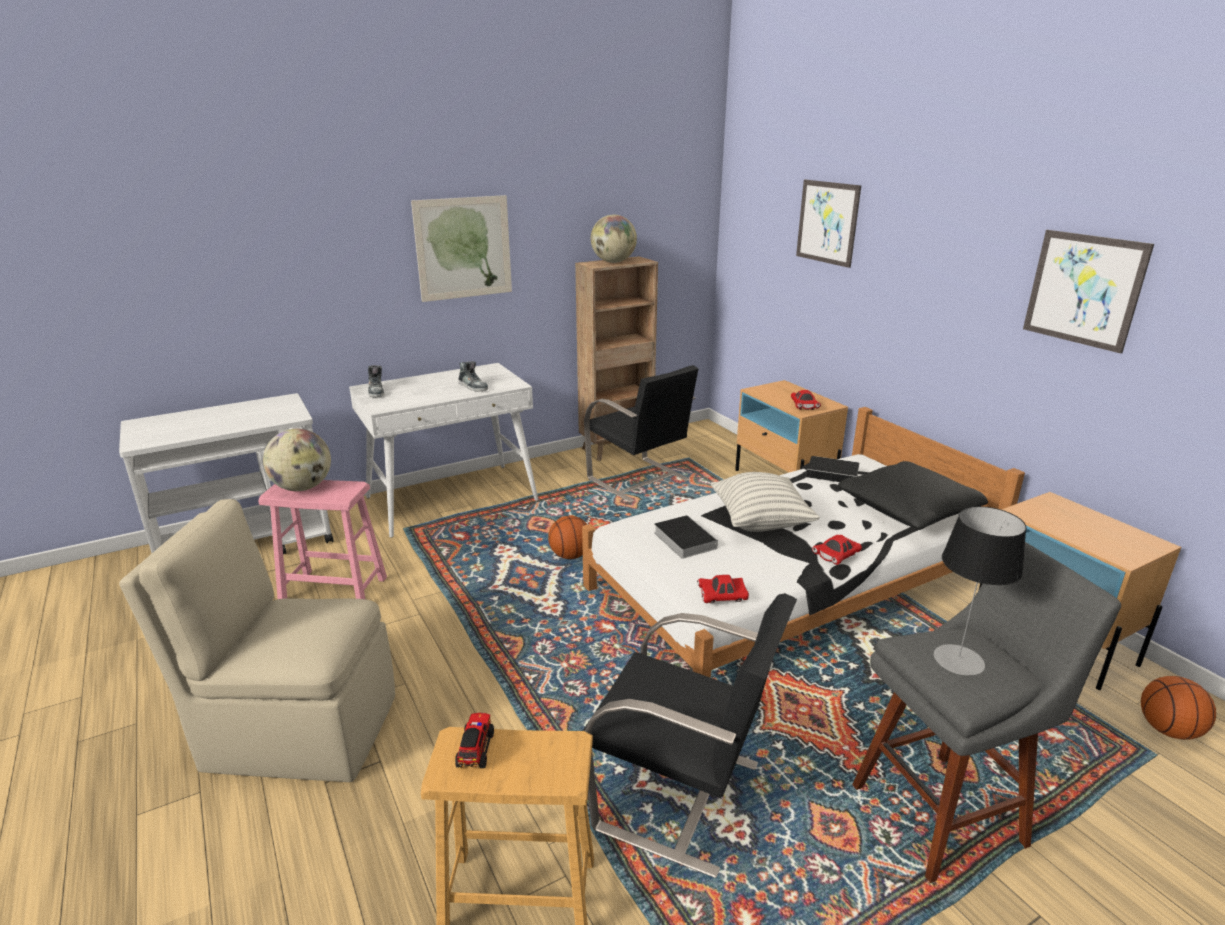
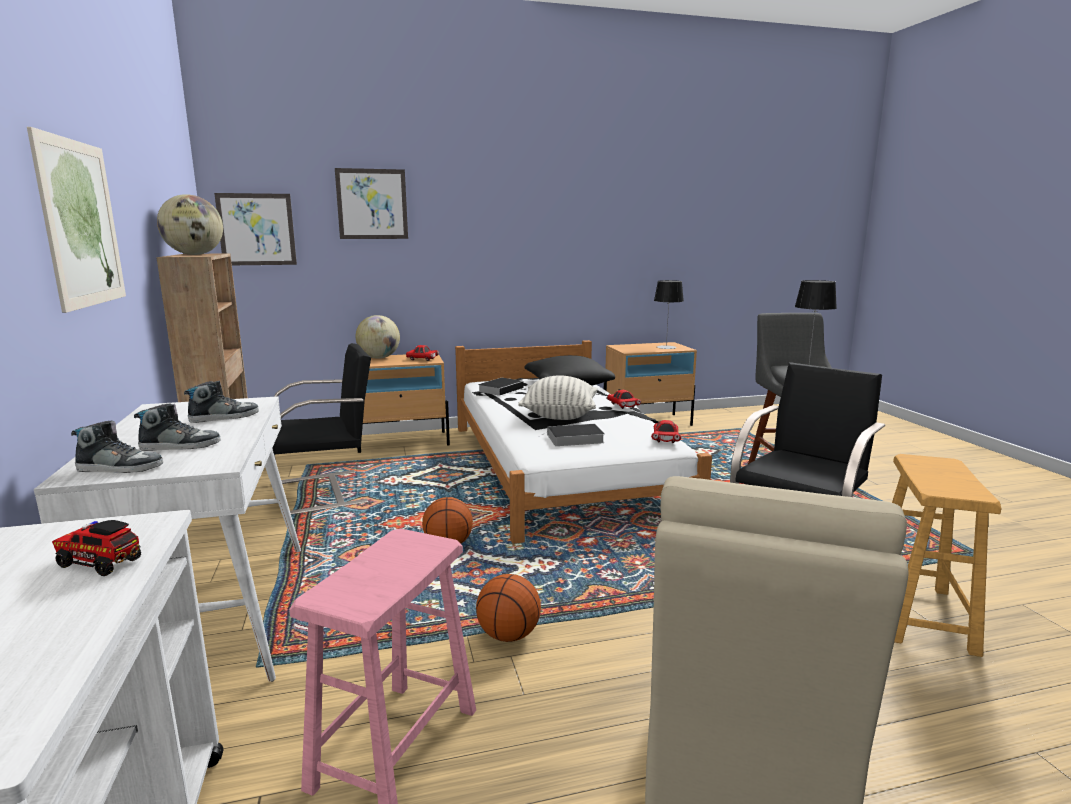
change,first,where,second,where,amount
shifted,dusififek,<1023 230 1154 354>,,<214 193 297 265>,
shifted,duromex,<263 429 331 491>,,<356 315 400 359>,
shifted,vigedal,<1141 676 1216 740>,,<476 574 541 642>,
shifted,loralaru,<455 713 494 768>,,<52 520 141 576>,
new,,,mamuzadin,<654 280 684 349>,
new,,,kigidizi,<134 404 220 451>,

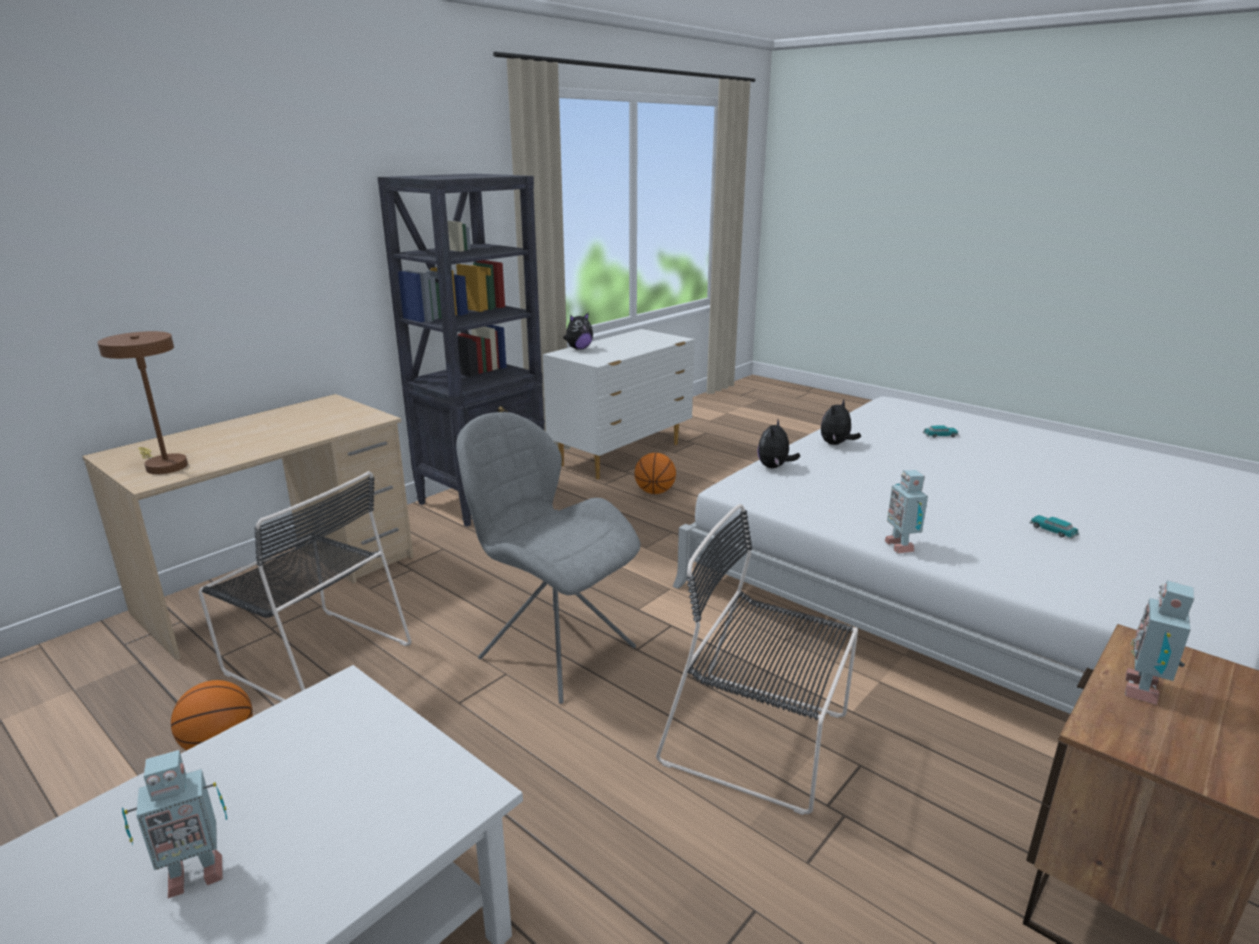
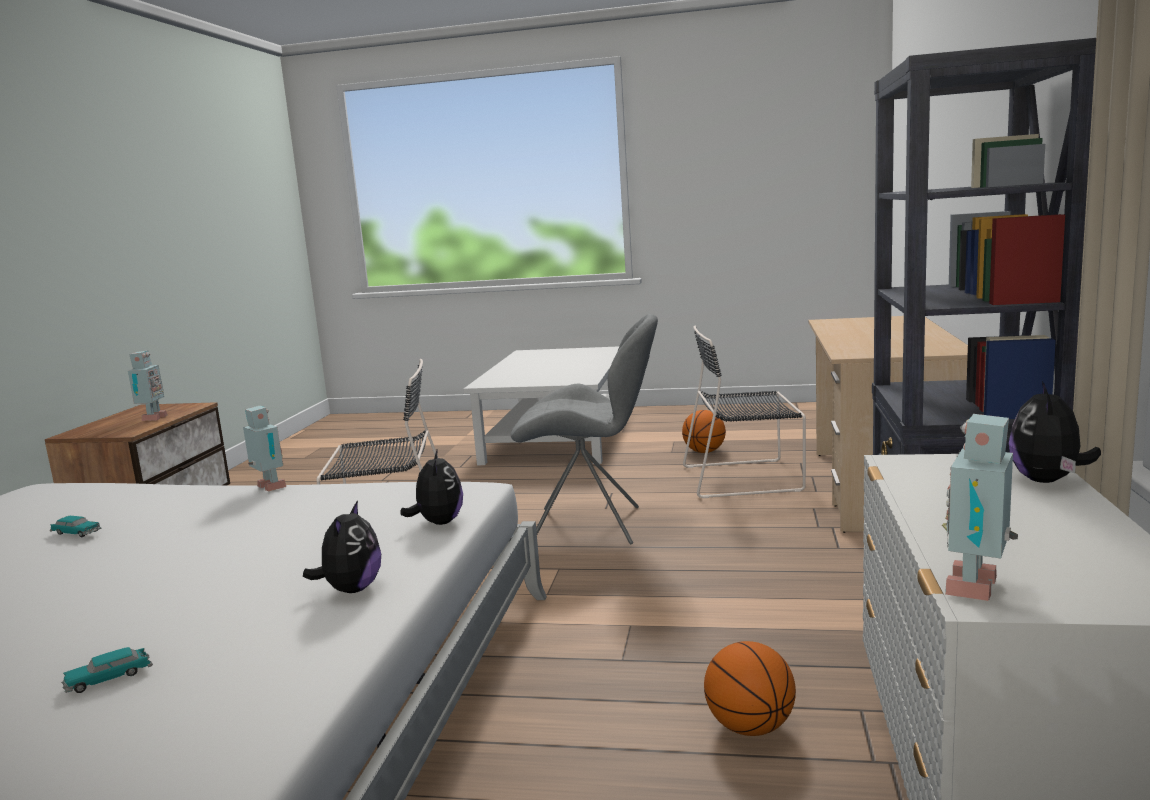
change,first,where,second,where,amount
gone,brown mamuzadin,<97 331 188 474>,,,
shifted,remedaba,<122 750 227 898>,,<942 414 1018 601>,

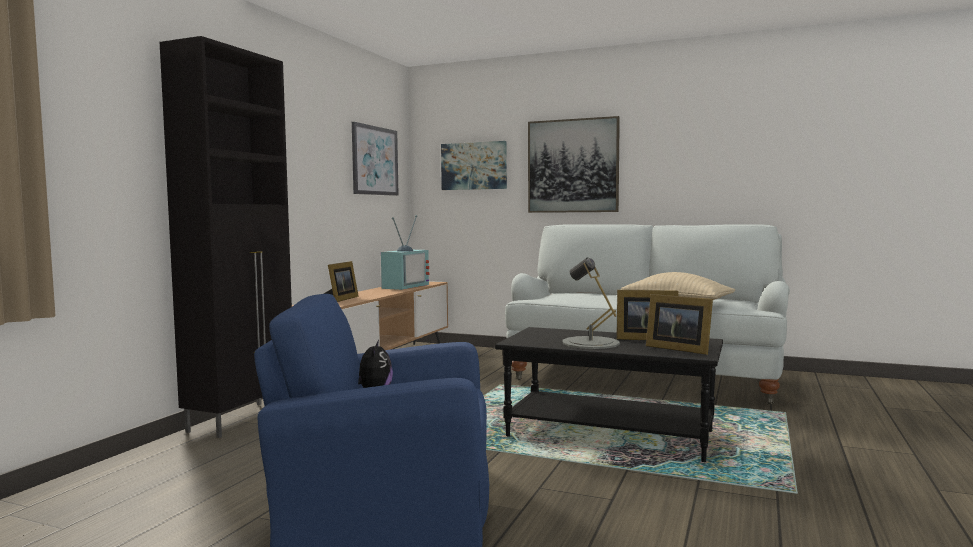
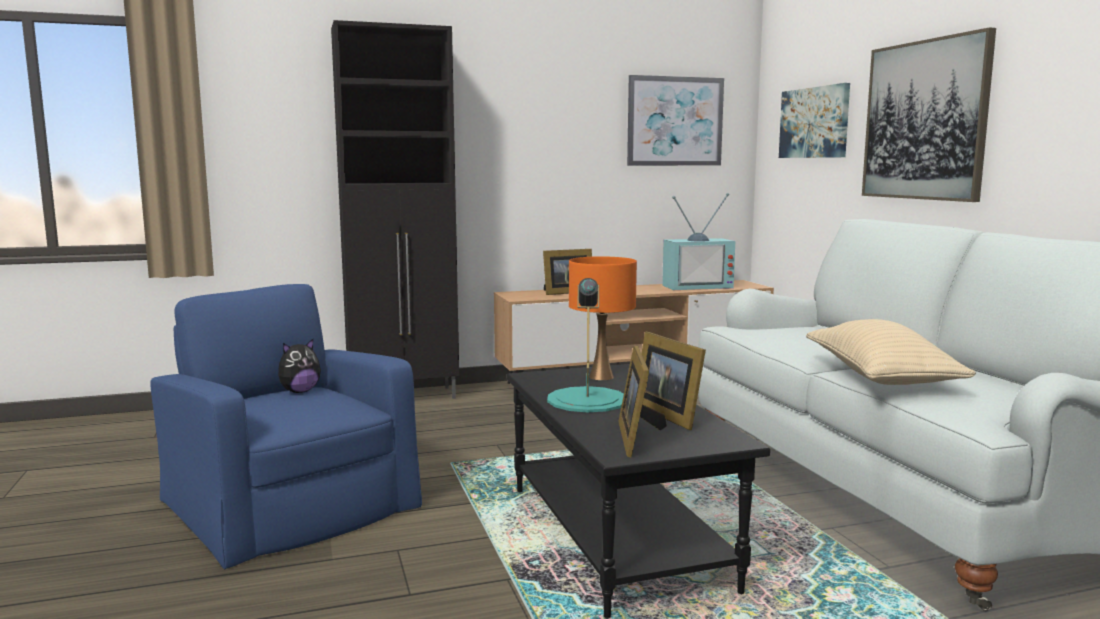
change,first,where,second,where,amount
repainted,grey mamuzadin,<562 258 620 349>,turquoise mamuzadin,<547 278 624 412>,
new,,,orange mamuzadin,<569 256 637 380>,

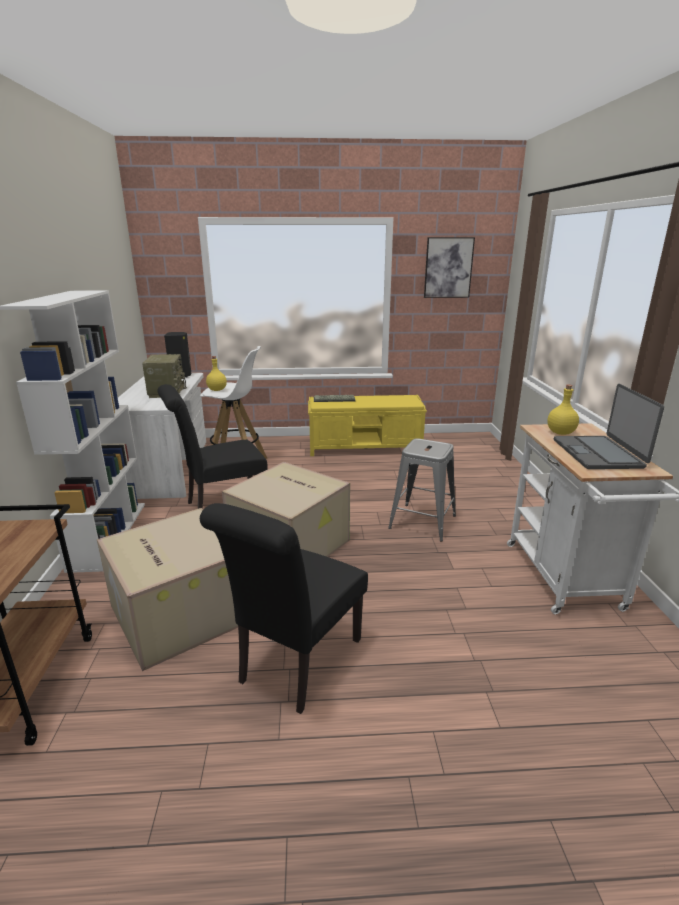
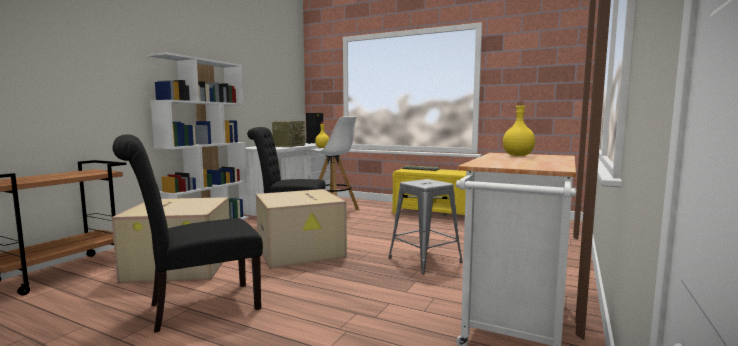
change,first,where,second,where,amount
gone,dusififek,<424 237 475 298>,,,
gone,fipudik,<554 384 664 469>,,,

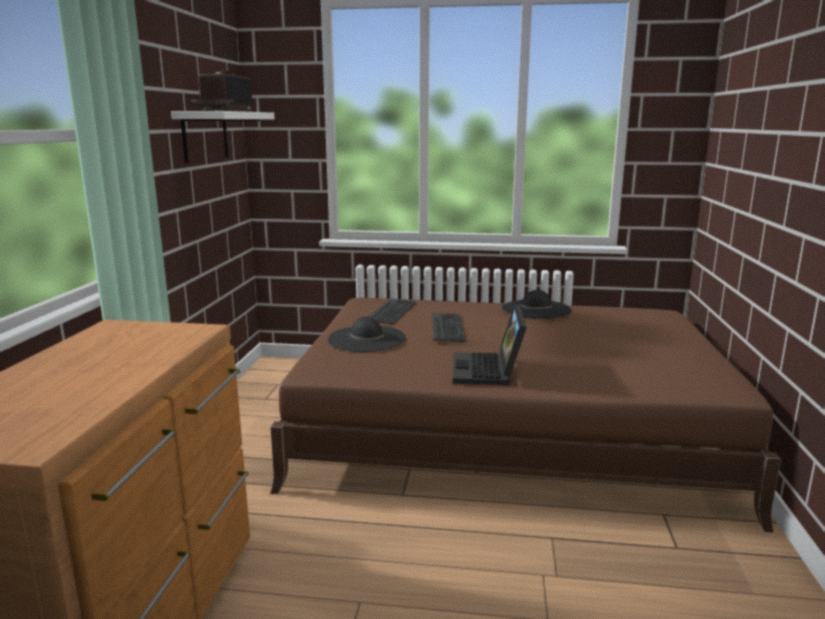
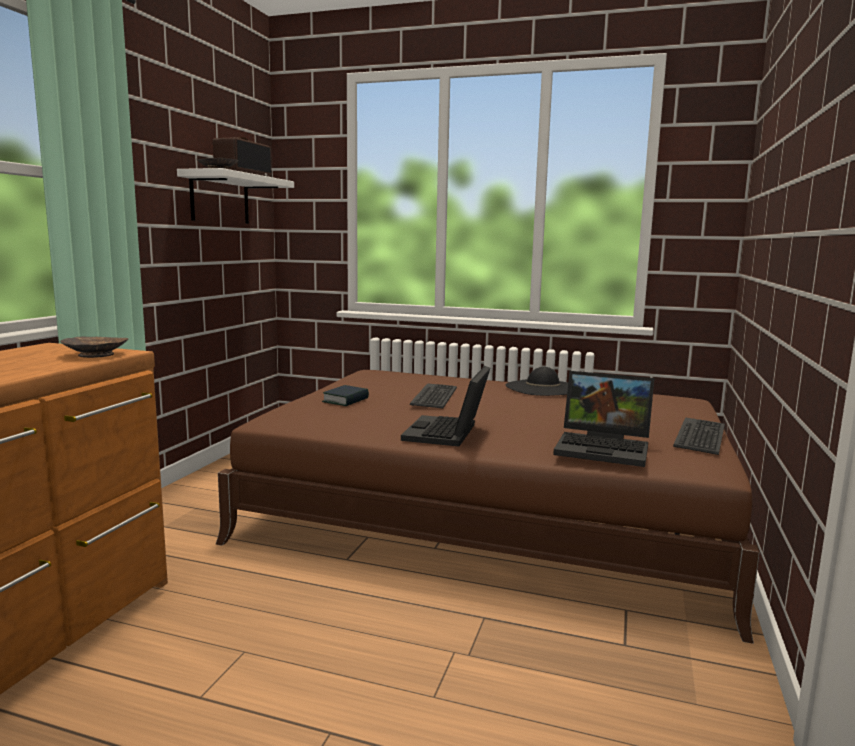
change,first,where,second,where,amount
shifted,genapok,<369 298 416 324>,,<673 417 725 455>,
swapped,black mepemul,<328 316 406 352>,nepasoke,<322 385 369 406>,
new,,,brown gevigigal,<60 337 129 358>,
new,,,fipudik,<553 371 654 467>,

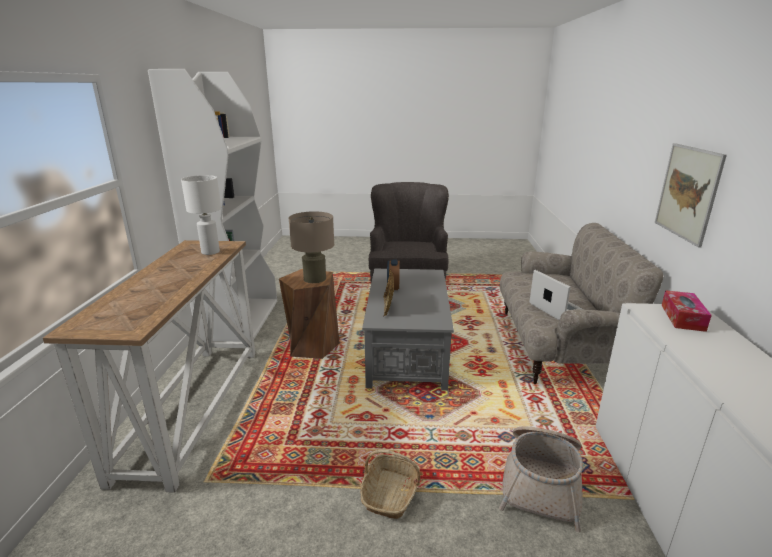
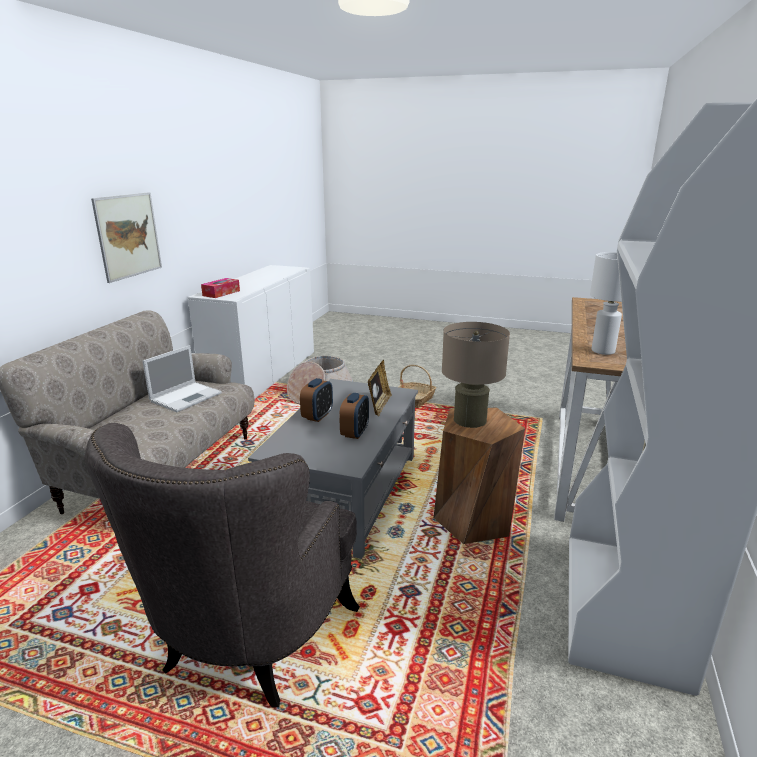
change,first,where,second,where,amount
rotated,fipudik,<530 270 584 320>,,<142 345 222 412>,135 degrees counterclockwise
new,,,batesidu,<300 378 333 422>,

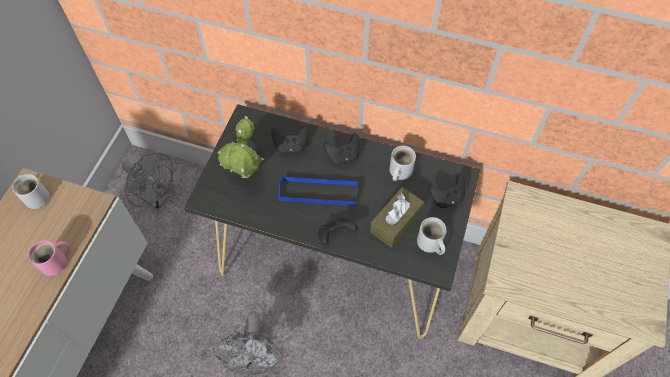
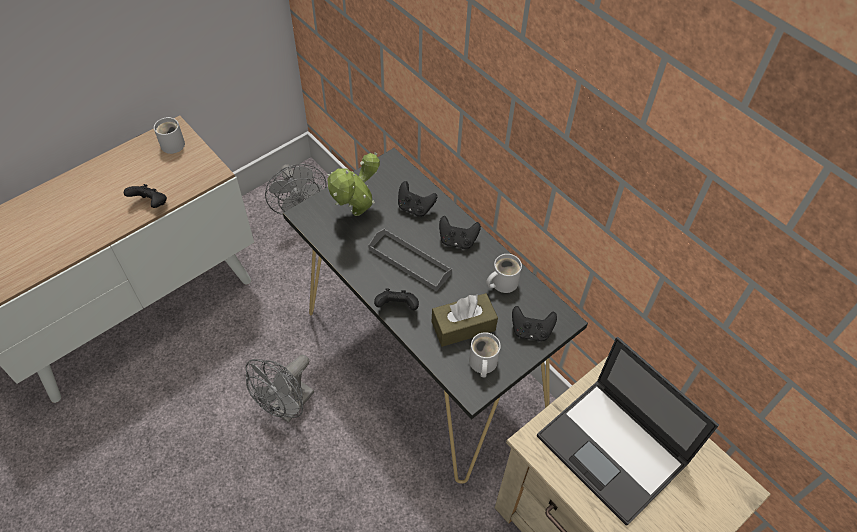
change,first,where,second,where,amount
repainted,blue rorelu,<279 176 358 206>,grey rorelu,<369 228 452 291>,
swapped,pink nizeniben,<28 240 70 276>,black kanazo,<124 184 167 208>,
new,,,fipudik,<537 337 719 526>,

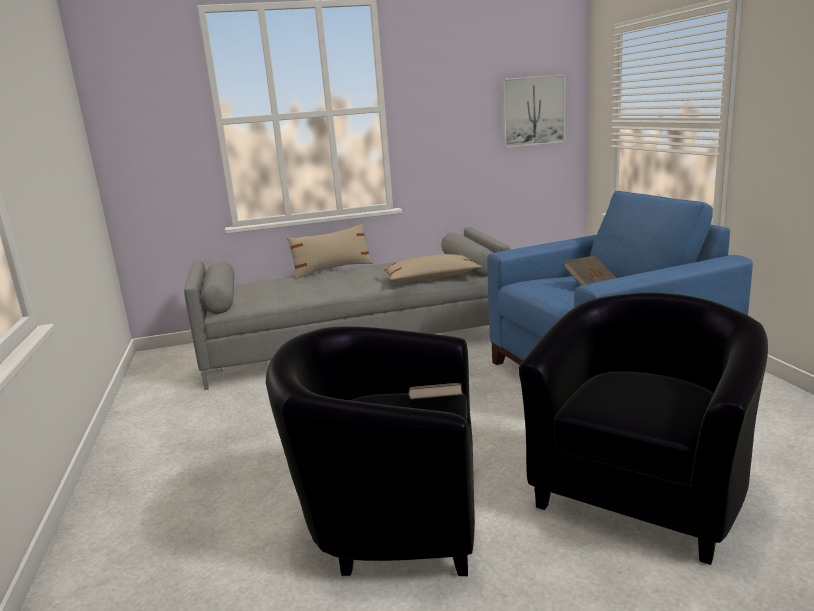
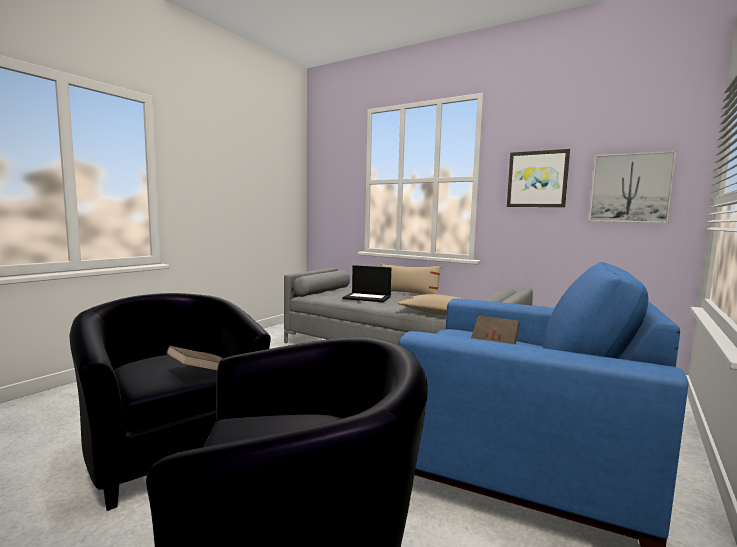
change,first,where,second,where,amount
new,,,dusififek,<507 149 570 207>,
new,,,fipudik,<342 265 391 302>,

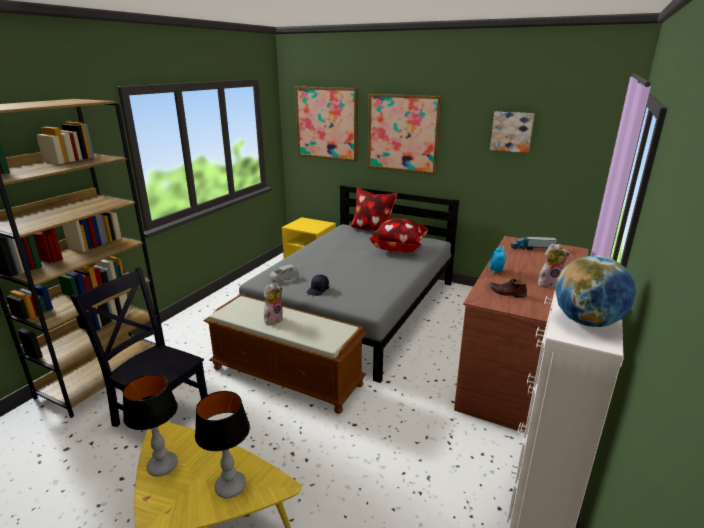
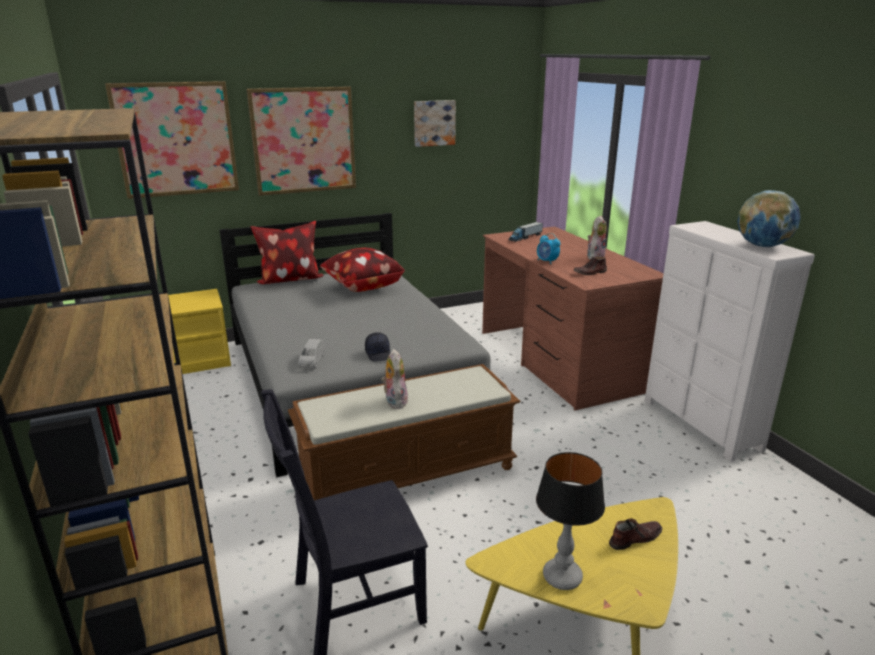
change,first,where,second,where,amount
swapped,mamuzadin,<195 391 250 499>,brown kigidizi,<609 518 662 550>,

